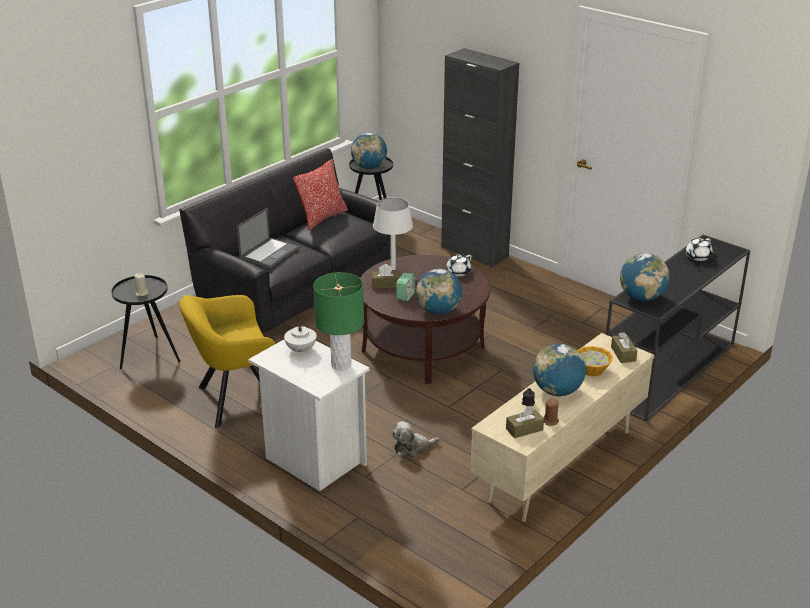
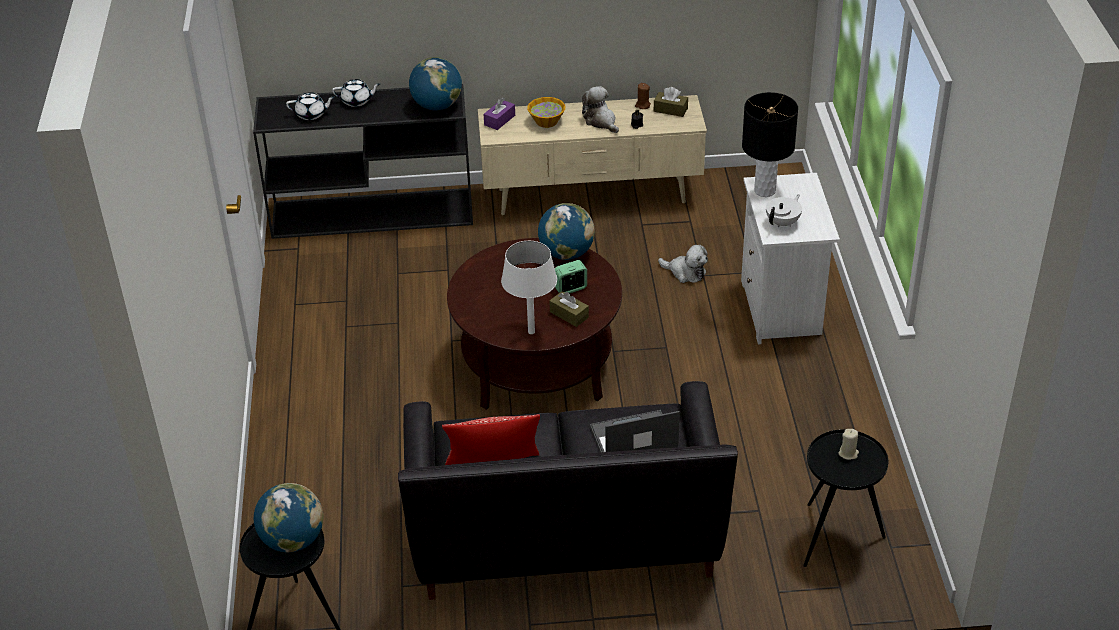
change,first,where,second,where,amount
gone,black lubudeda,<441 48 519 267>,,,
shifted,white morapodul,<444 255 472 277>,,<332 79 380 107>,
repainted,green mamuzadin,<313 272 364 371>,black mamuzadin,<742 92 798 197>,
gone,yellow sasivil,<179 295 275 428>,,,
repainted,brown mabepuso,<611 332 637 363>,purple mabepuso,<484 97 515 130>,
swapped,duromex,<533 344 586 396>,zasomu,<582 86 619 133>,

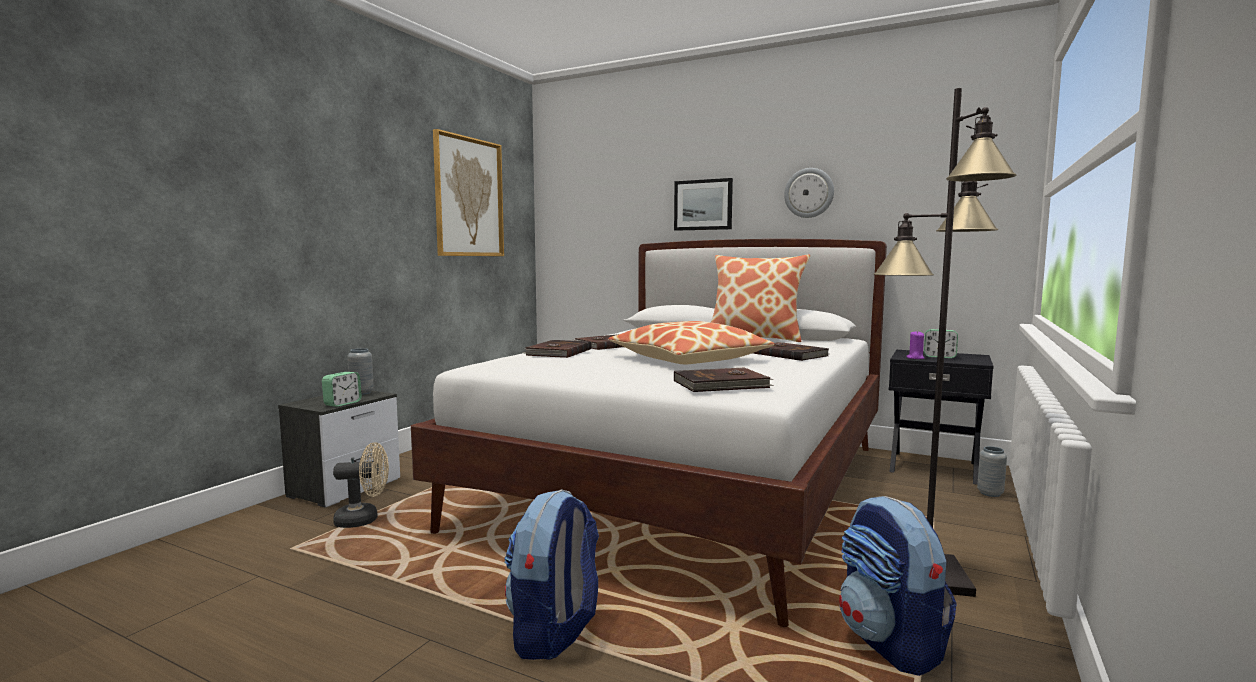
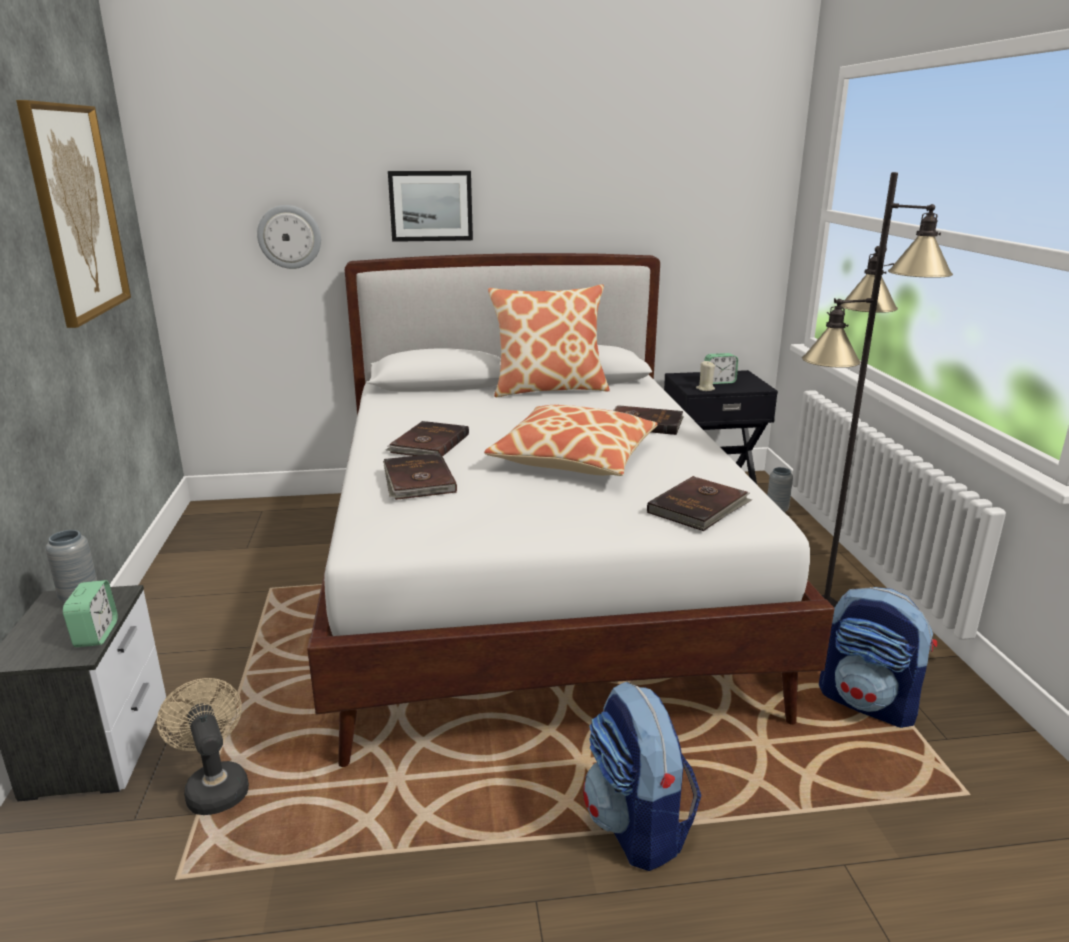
change,first,where,second,where,amount
shifted,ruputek,<784 168 834 218>,,<257 205 321 269>,
repainted,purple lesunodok,<906 331 924 359>,beige lesunodok,<696 361 715 391>,
rotated,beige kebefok,<333 442 389 528>,,<157 678 249 815>,75 degrees counterclockwise

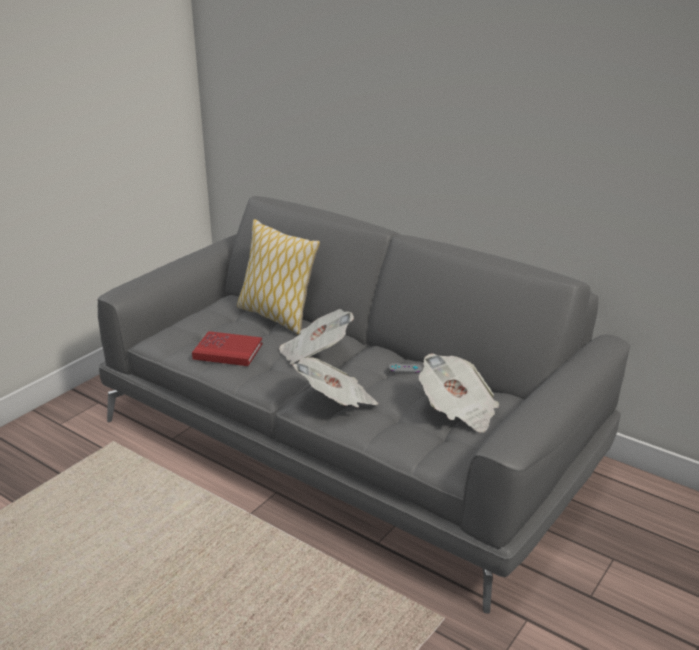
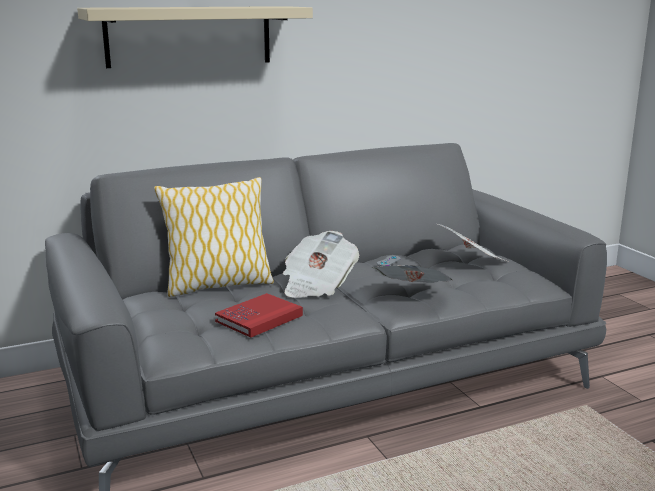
change,first,where,second,where,amount
new,,,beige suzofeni,<77 6 313 68>,

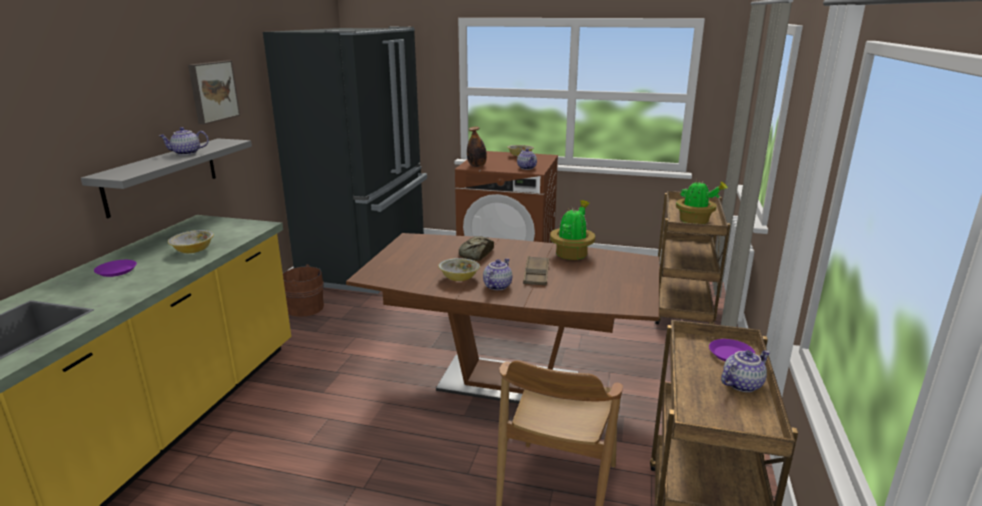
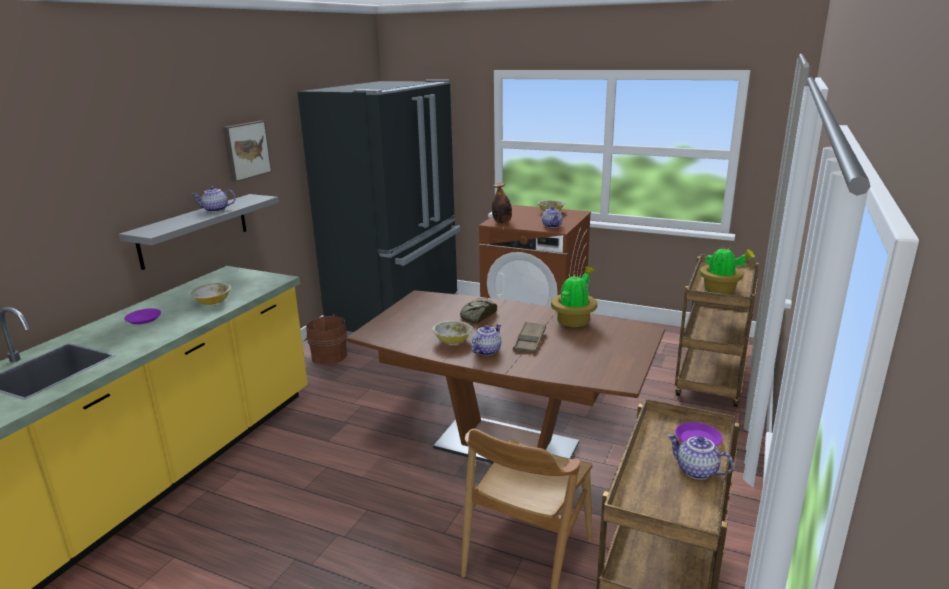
change,first,where,second,where,amount
rotated,morapodul,<721 350 770 392>,,<668 434 734 480>,120 degrees counterclockwise

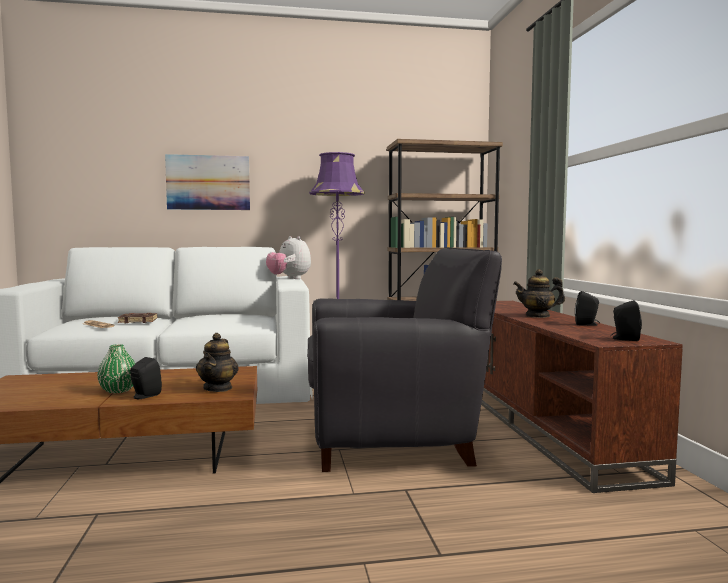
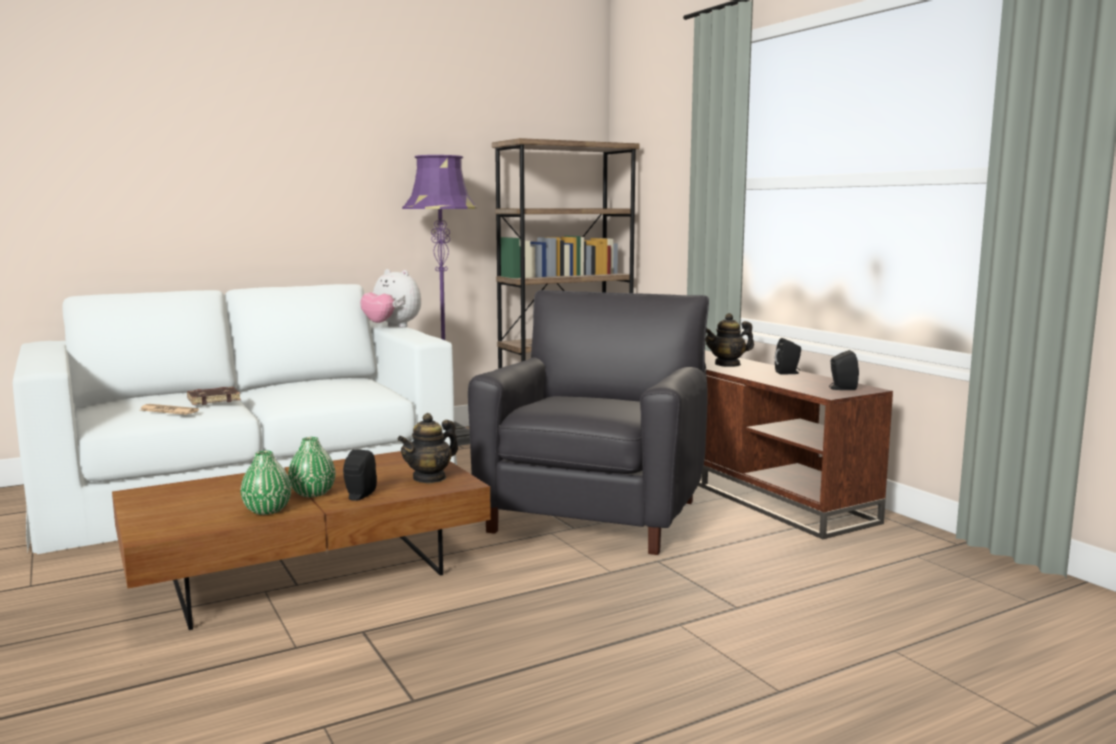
change,first,where,second,where,amount
gone,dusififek,<165 154 250 210>,,,
rotated,black sasivil,<307 247 502 472>,,<468 290 709 555>,45 degrees counterclockwise
rotated,morapodul,<196 333 239 392>,,<398 413 458 484>,60 degrees clockwise
new,,,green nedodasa,<241 451 291 515>,

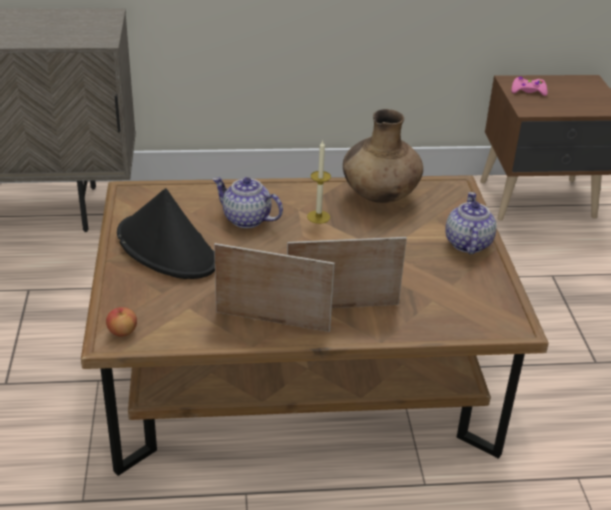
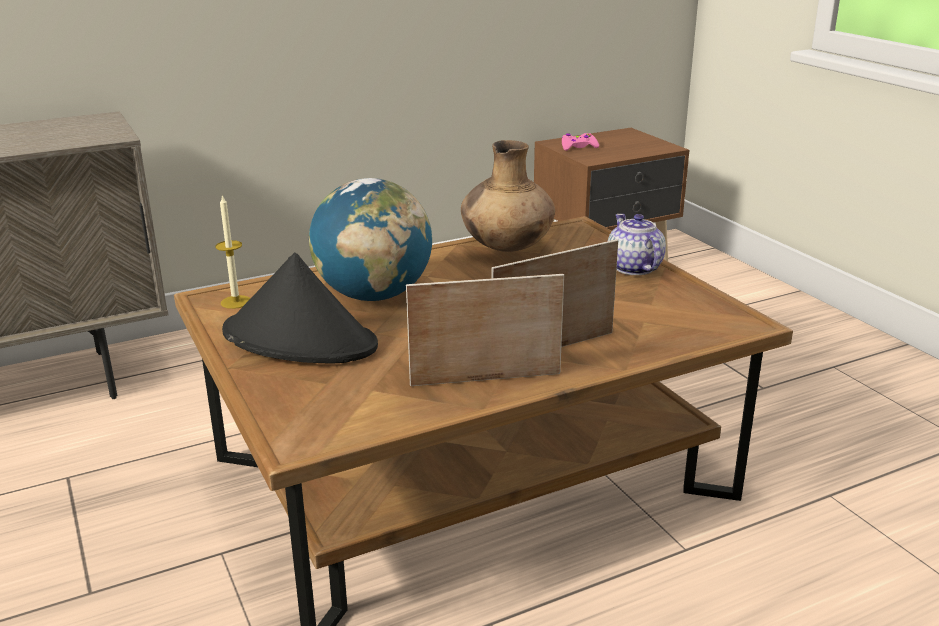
change,first,where,second,where,amount
shifted,lesunodok,<307 140 331 224>,,<215 195 251 309>,
swapped,morapodul,<212 177 283 228>,duromex,<309 178 432 301>,
gone,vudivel,<106 307 137 337>,,,

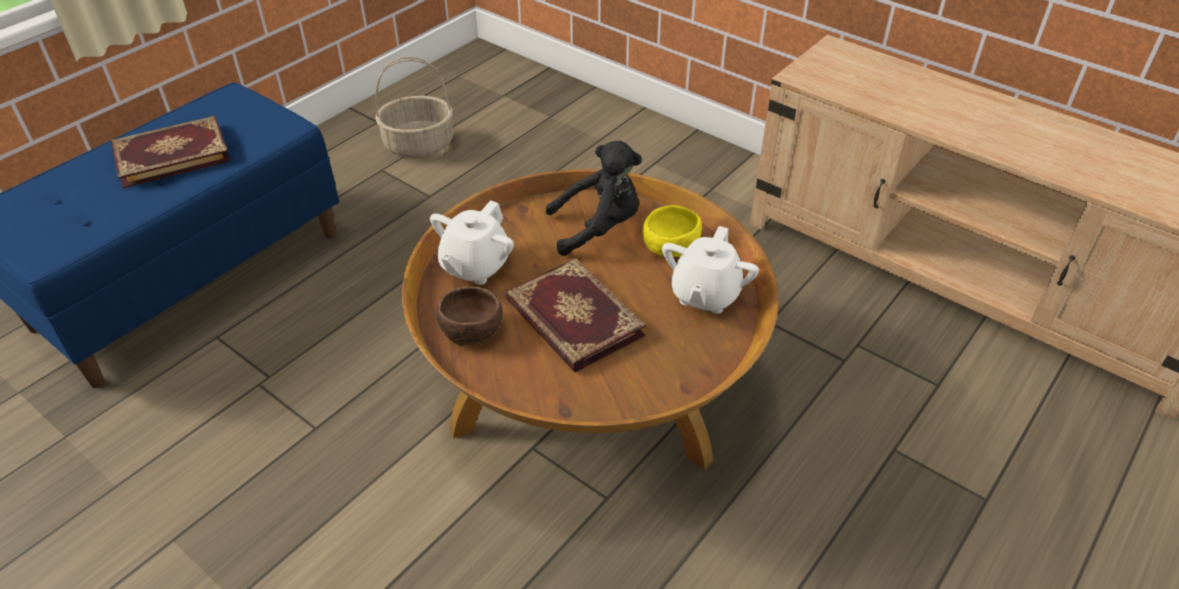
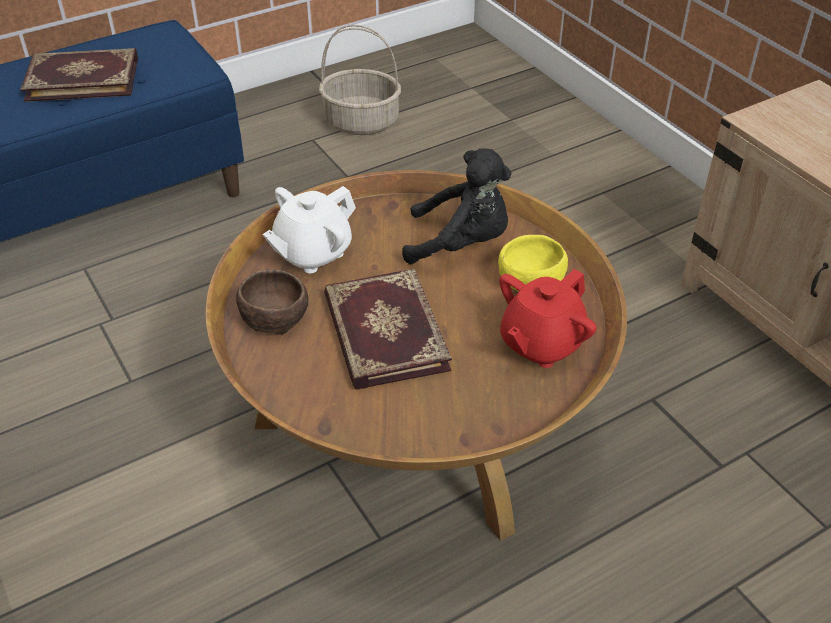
change,first,where,second,where,amount
repainted,white morapodul,<662 226 759 314>,red morapodul,<499 269 596 368>,

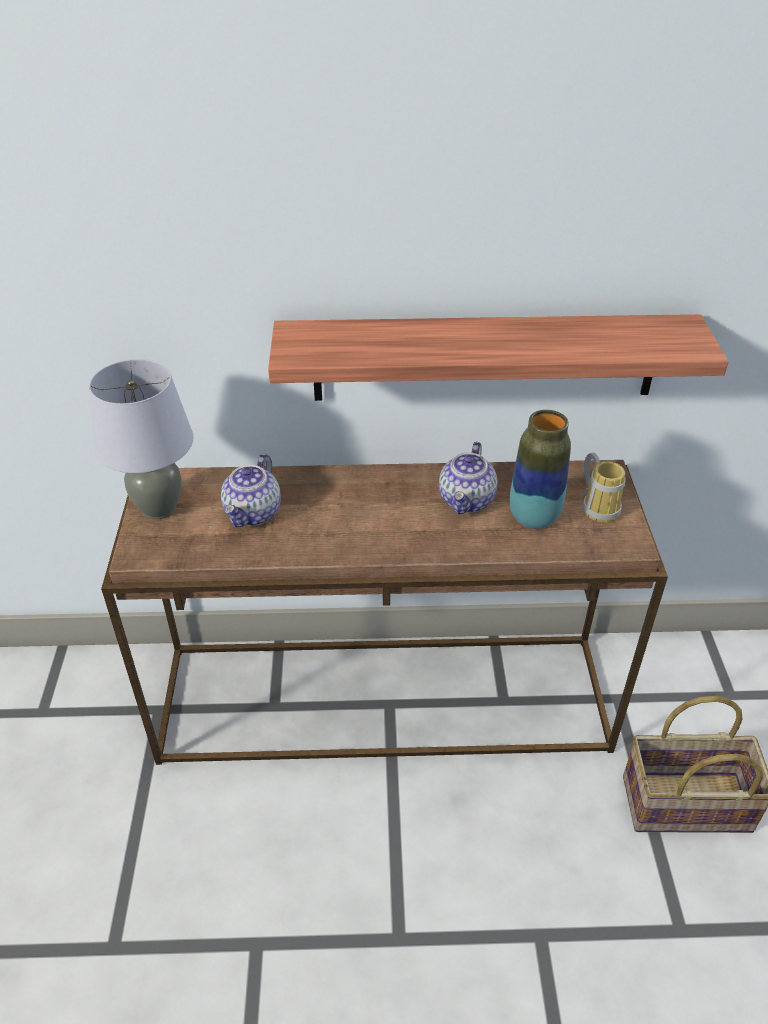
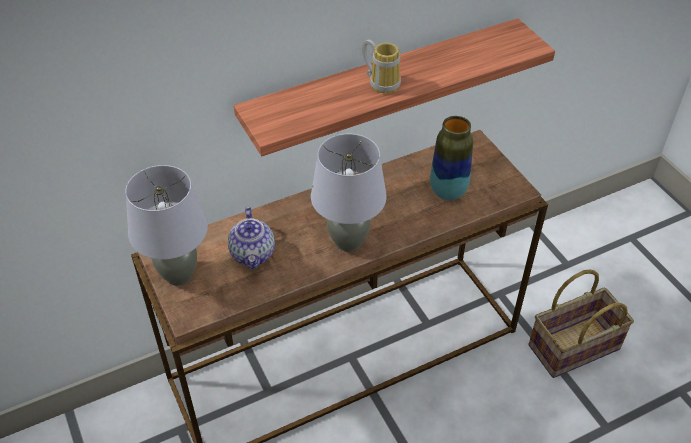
change,first,where,second,where,amount
gone,morapodul,<439 442 497 514>,,,
shifted,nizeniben,<583 453 626 522>,,<362 40 401 94>,
new,,,grey mamuzadin,<311 133 387 252>,

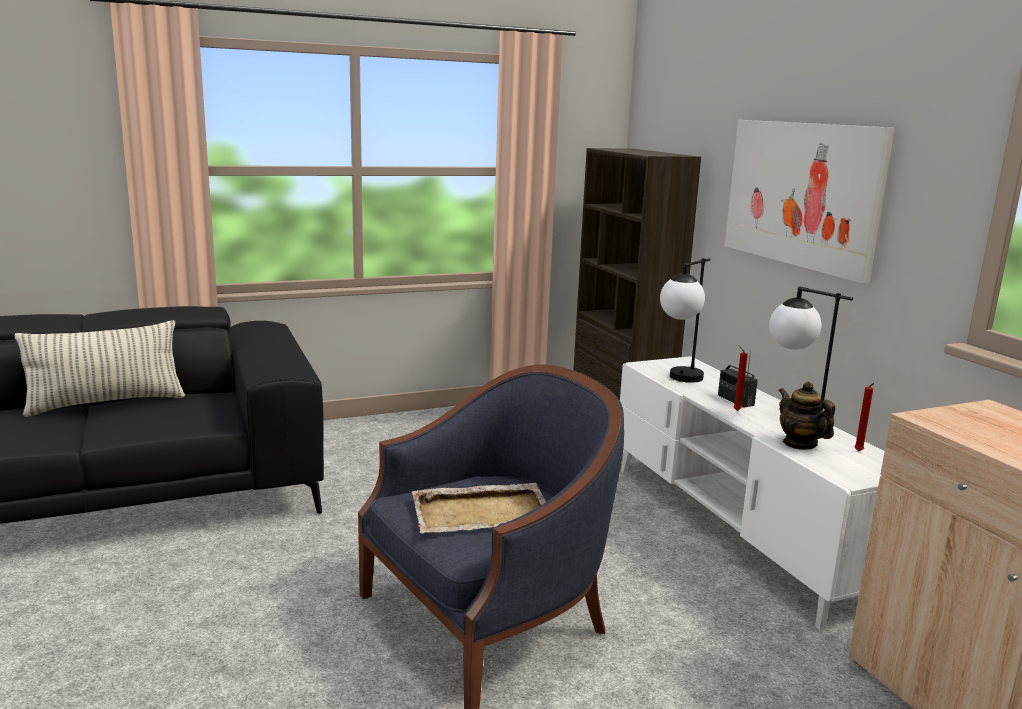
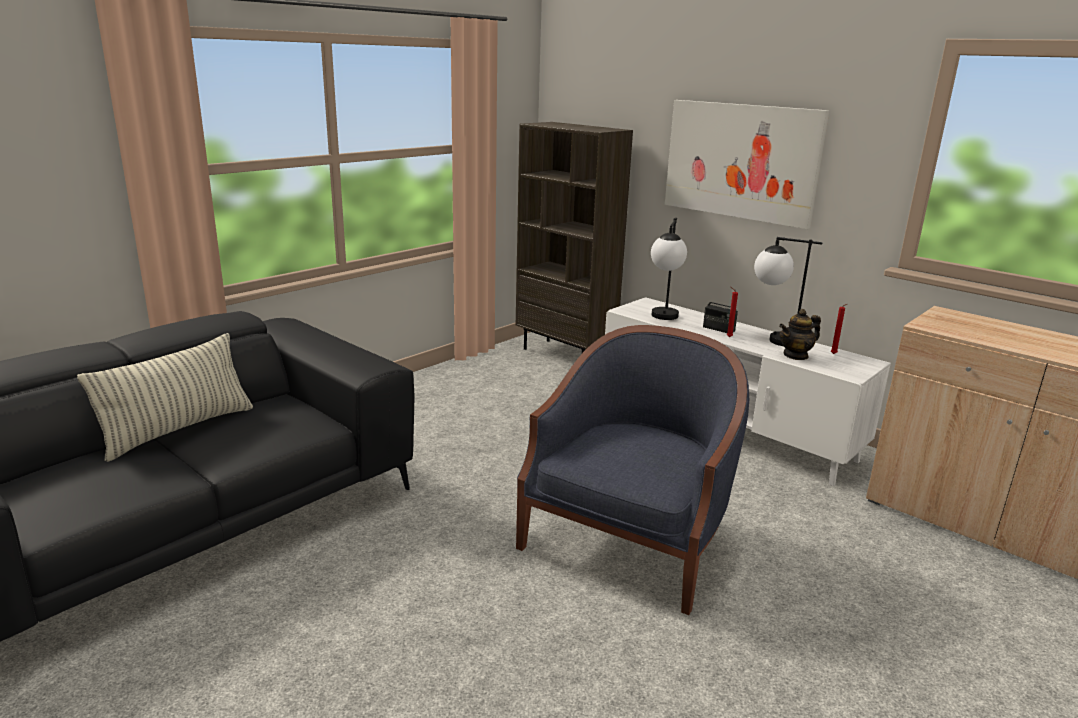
change,first,where,second,where,amount
rotated,morapodul,<779 382 835 450>,,<779 309 821 360>,60 degrees counterclockwise
gone,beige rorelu,<412 483 546 534>,,,

